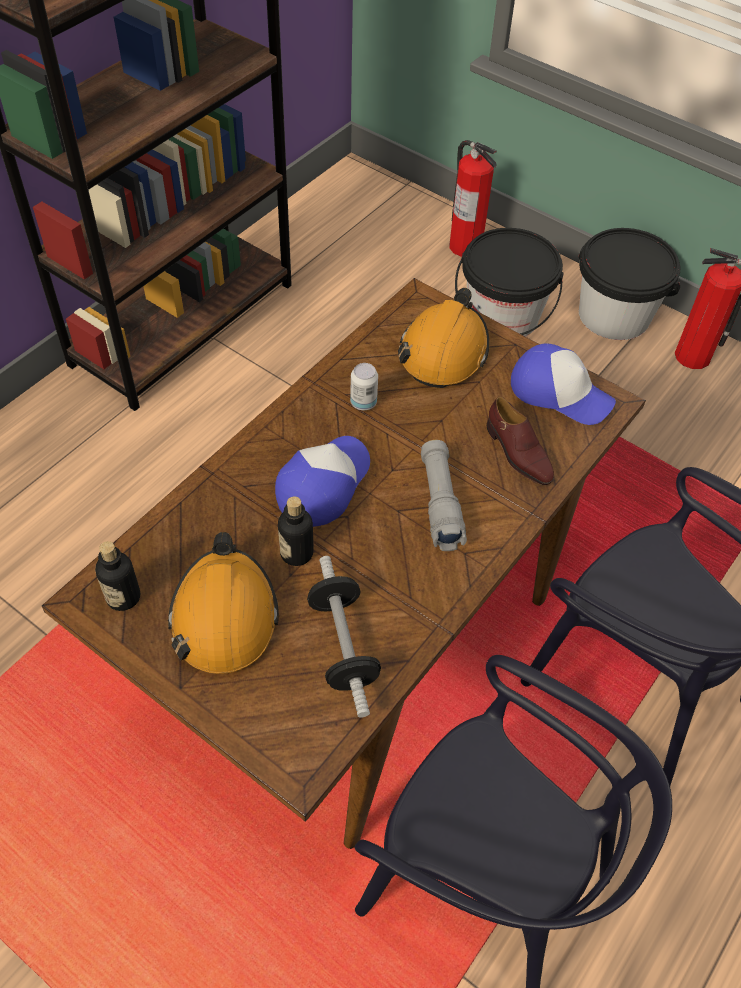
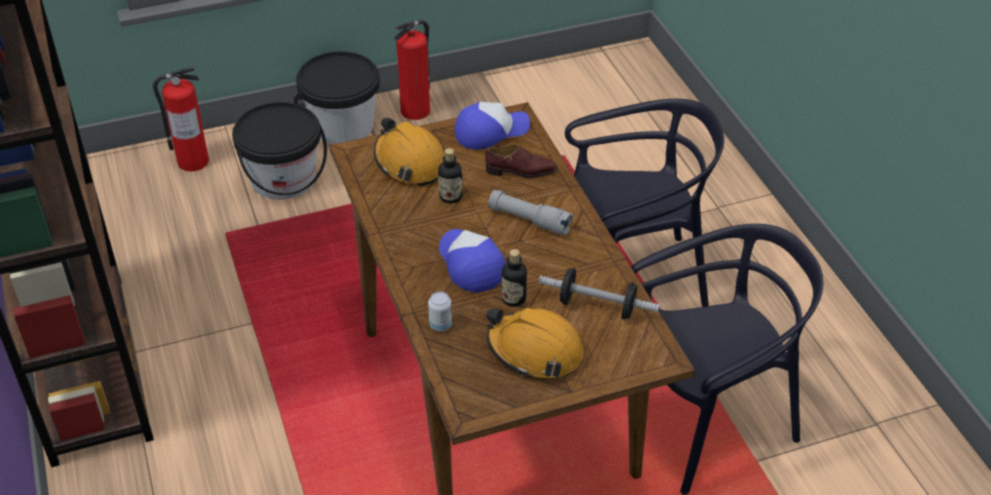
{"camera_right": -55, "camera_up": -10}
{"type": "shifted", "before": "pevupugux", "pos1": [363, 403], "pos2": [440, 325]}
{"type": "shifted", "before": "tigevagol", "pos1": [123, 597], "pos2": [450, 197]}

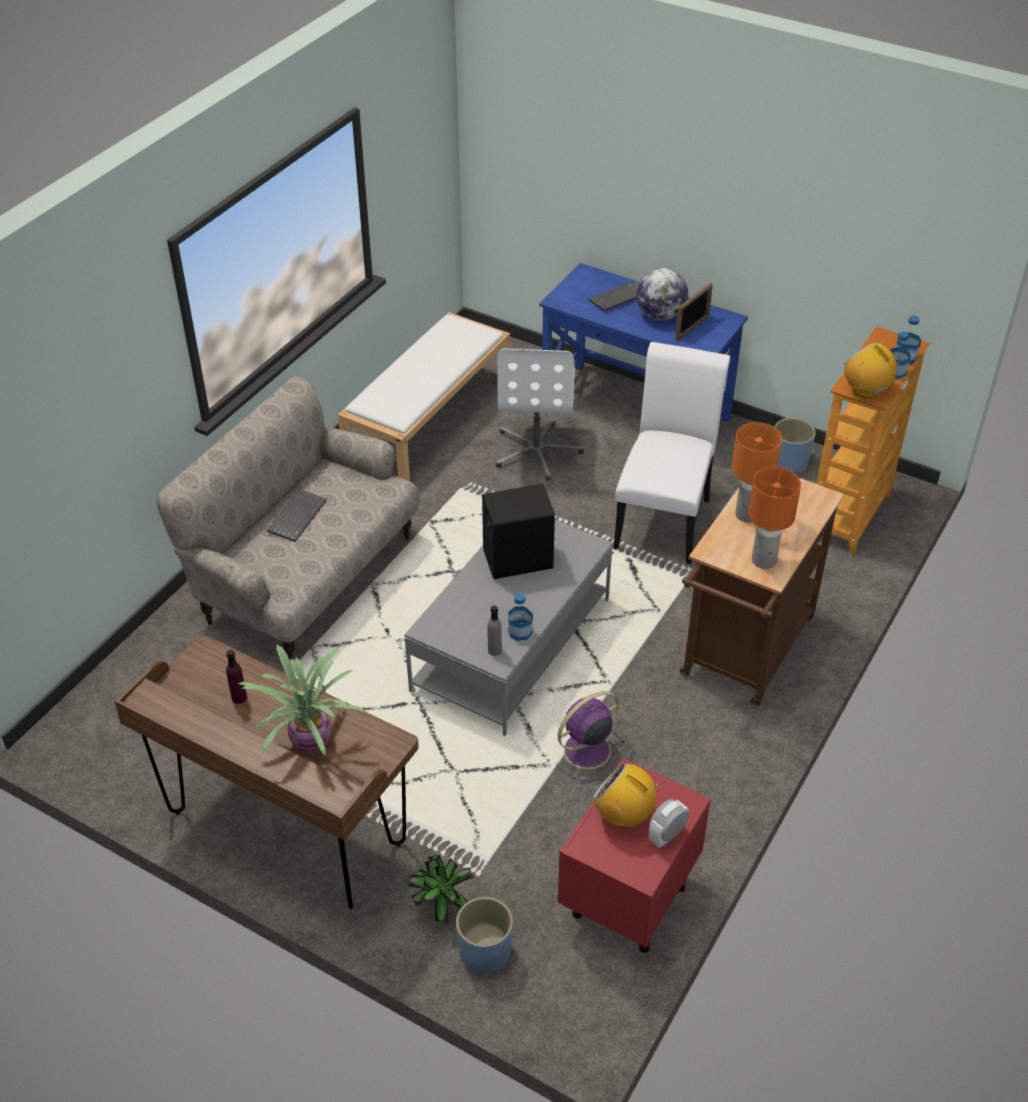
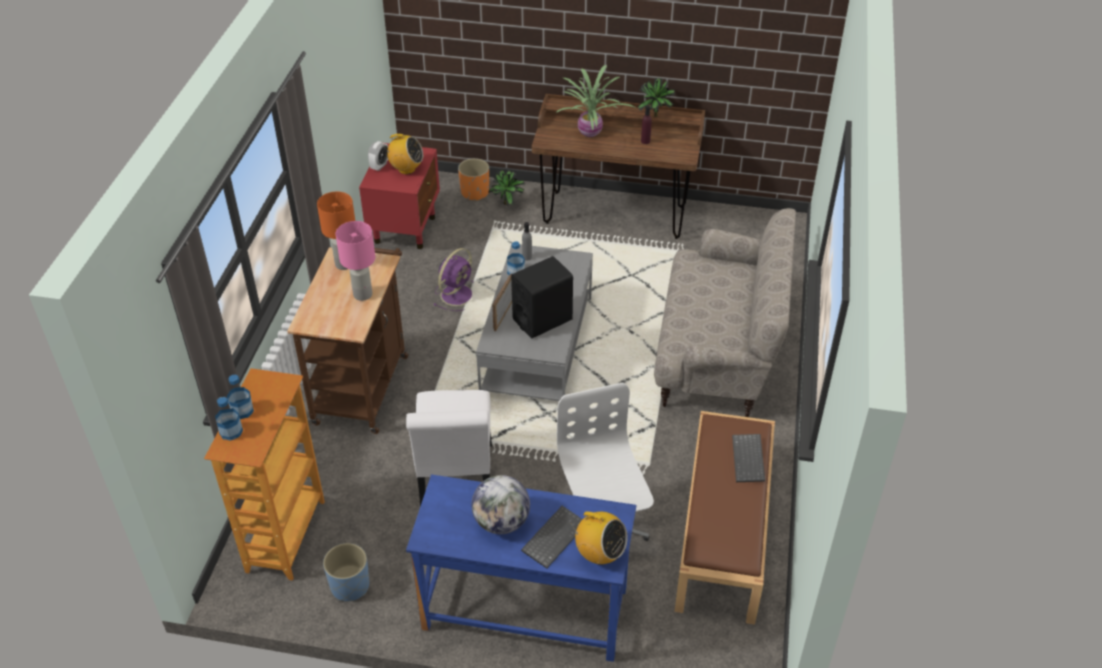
{"camera_right": 160, "camera_up": 0}
{"type": "shifted", "before": "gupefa", "pos1": [692, 328], "pos2": [503, 315]}
{"type": "repainted", "before": "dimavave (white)", "after": "dimavave (brown)", "pos1": [429, 421], "pos2": [724, 533]}
{"type": "shifted", "before": "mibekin", "pos1": [866, 390], "pos2": [599, 554]}
{"type": "repainted", "before": "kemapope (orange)", "after": "kemapope (pink)", "pos1": [747, 515], "pos2": [362, 294]}
{"type": "shifted", "before": "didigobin", "pos1": [296, 516], "pos2": [749, 460]}
{"type": "repainted", "before": "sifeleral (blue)", "after": "sifeleral (orange)", "pos1": [485, 951], "pos2": [475, 193]}
{"type": "new", "after": "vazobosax", "pos2": [655, 117]}

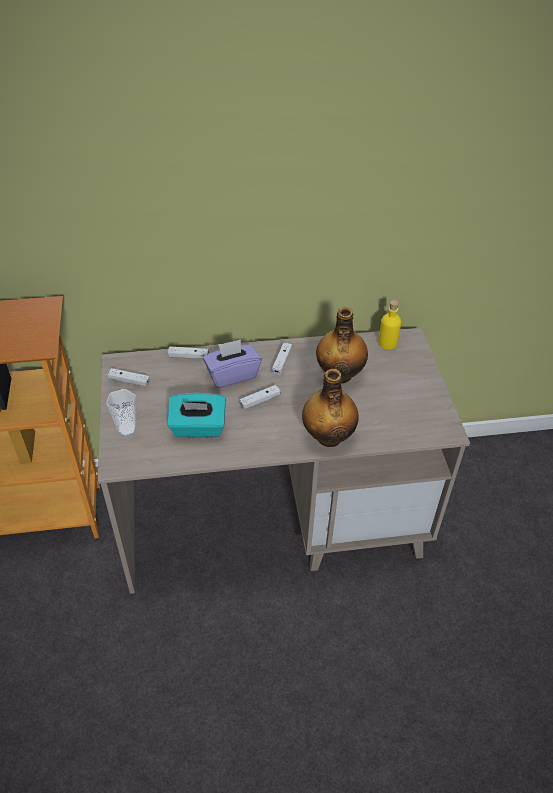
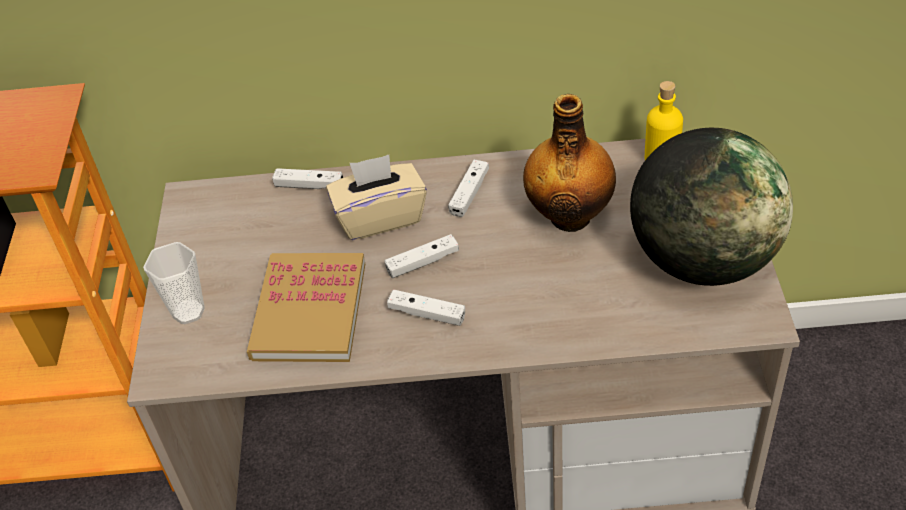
{"camera_right": 10, "camera_up": 0}
{"type": "repainted", "before": "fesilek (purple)", "after": "fesilek (beige)", "pos1": [232, 375], "pos2": [380, 217]}
{"type": "shifted", "before": "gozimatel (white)", "pos1": [129, 381], "pos2": [427, 314]}
{"type": "gone", "before": "tigevagol", "pos1": [328, 436]}
{"type": "swapped", "before": "fesilek (turquoise)", "after": "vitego", "pos1": [198, 428], "pos2": [309, 311]}
{"type": "new", "after": "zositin", "pos2": [702, 261]}

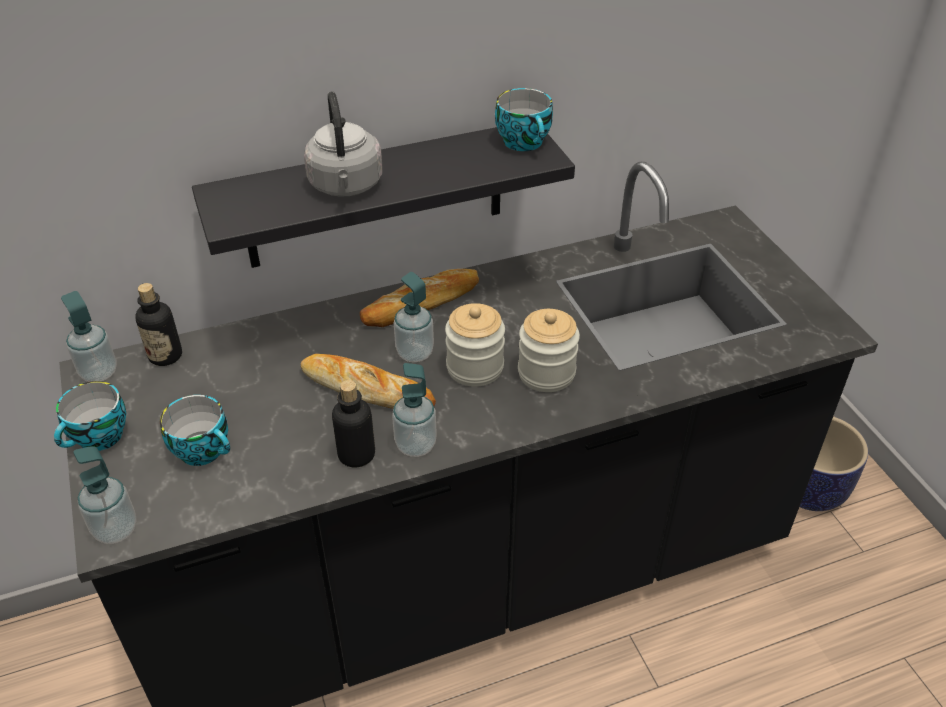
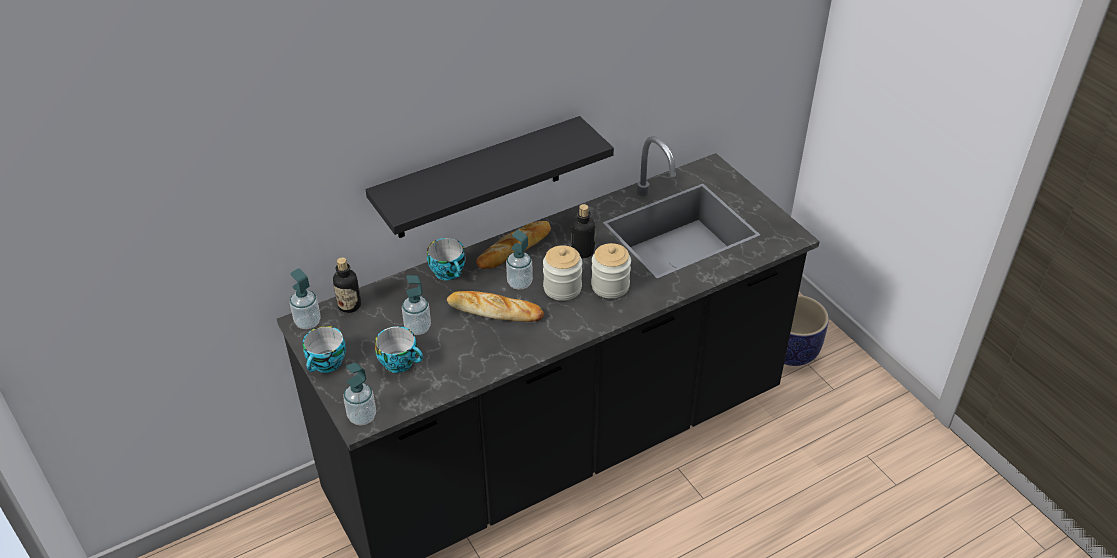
{"camera_right": -10, "camera_up": 0}
{"type": "shifted", "before": "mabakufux", "pos1": [525, 142], "pos2": [449, 272]}
{"type": "gone", "before": "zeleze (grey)", "pos1": [346, 186]}
{"type": "shifted", "before": "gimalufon", "pos1": [415, 445], "pos2": [418, 328]}
{"type": "shifted", "before": "tigevagol", "pos1": [356, 454], "pos2": [582, 251]}

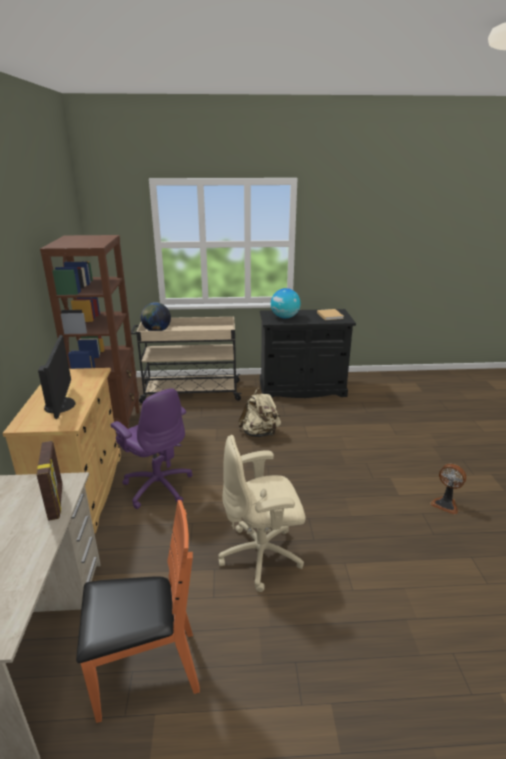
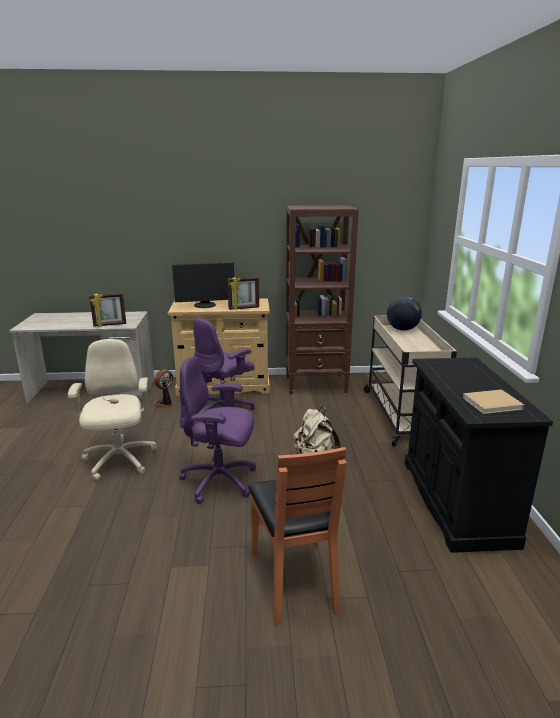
{"camera_right": 90, "camera_up": -5}
{"type": "gone", "before": "zositin", "pos1": [285, 317]}
{"type": "shifted", "before": "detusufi", "pos1": [445, 504], "pos2": [165, 404]}
{"type": "shifted", "before": "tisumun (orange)", "pos1": [146, 671], "pos2": [295, 579]}
{"type": "new", "after": "gupefa", "pos2": [244, 308]}
{"type": "new", "after": "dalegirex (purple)", "pos2": [220, 481]}

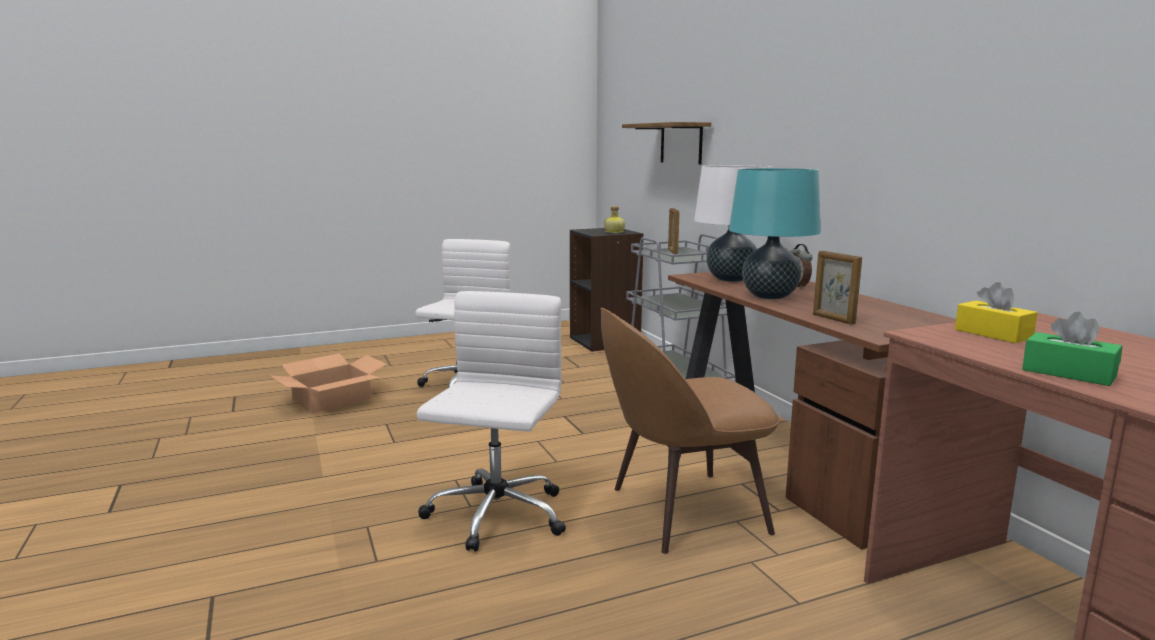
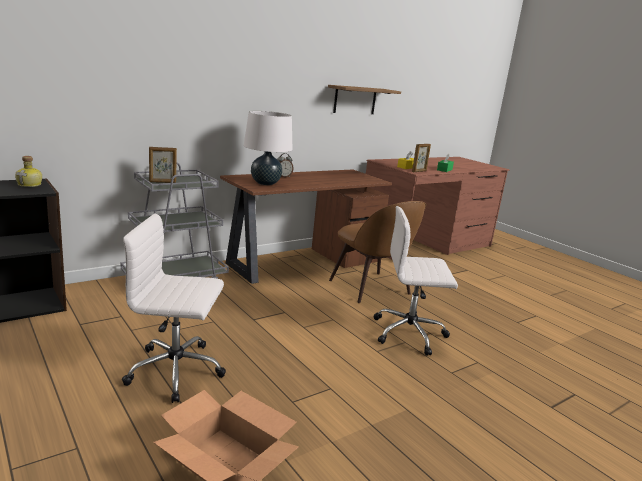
{"camera_right": -105, "camera_up": 5}
{"type": "shifted", "before": "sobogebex", "pos1": [681, 143], "pos2": [355, 100]}
{"type": "gone", "before": "kemapope (turquoise)", "pos1": [769, 296]}
{"type": "shifted", "before": "gupefa", "pos1": [833, 319], "pos2": [419, 171]}

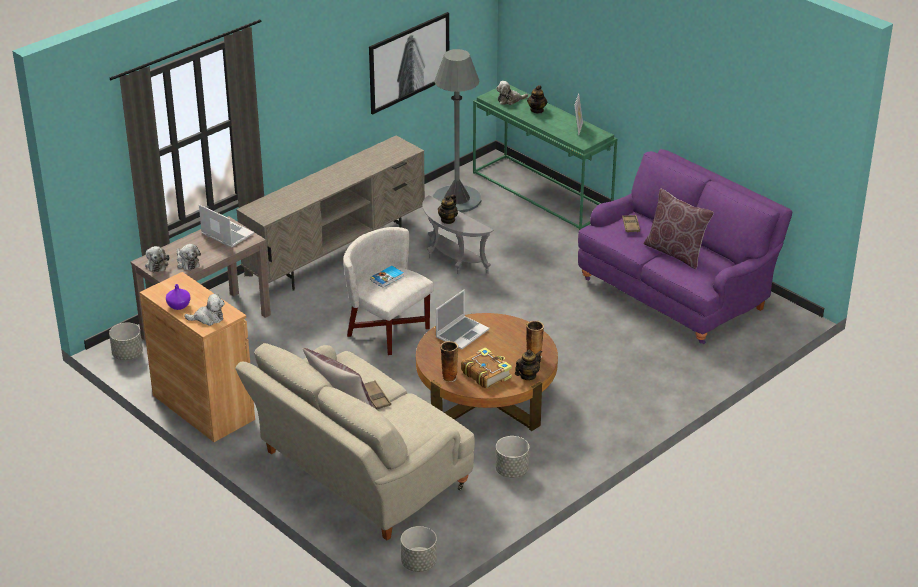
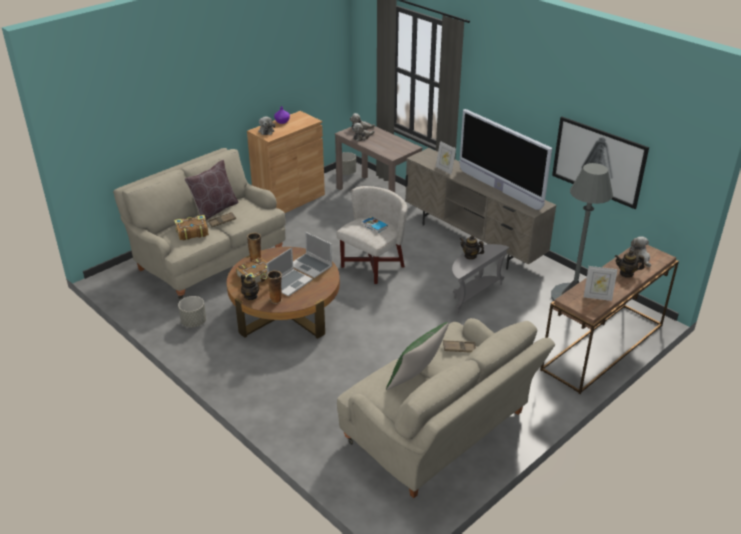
{"camera_right": 90, "camera_up": 0}
{"type": "repainted", "before": "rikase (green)", "after": "rikase (brown)", "pos1": [543, 192], "pos2": [603, 348]}
{"type": "repainted", "before": "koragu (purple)", "after": "koragu (beige)", "pos1": [677, 291], "pos2": [441, 432]}
{"type": "repainted", "before": "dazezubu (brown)", "after": "dazezubu (green)", "pos1": [675, 252], "pos2": [416, 378]}
{"type": "shifted", "before": "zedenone", "pos1": [226, 234], "pos2": [290, 283]}
{"type": "gone", "before": "sifeleral (grey)", "pos1": [419, 563]}
{"type": "new", "after": "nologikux", "pos2": [499, 190]}
{"type": "new", "after": "gupefa", "pos2": [445, 169]}
{"type": "new", "after": "vitego", "pos2": [192, 232]}

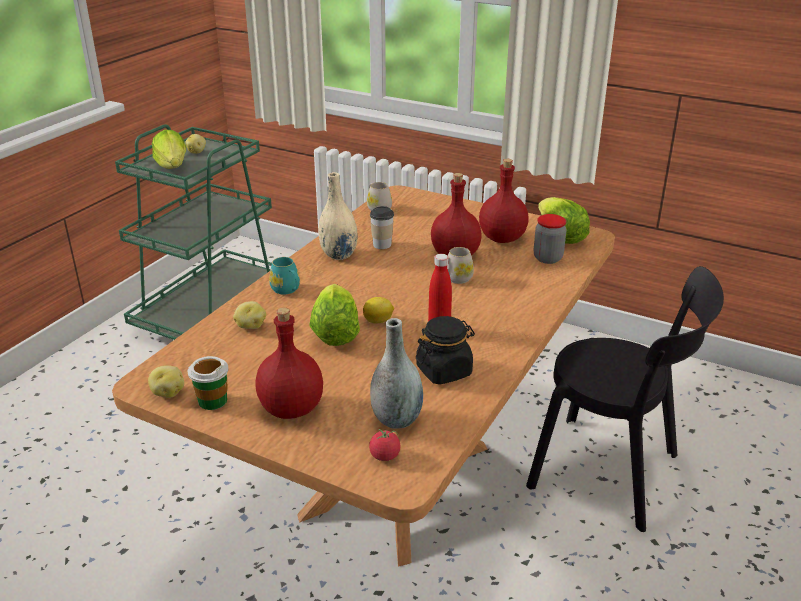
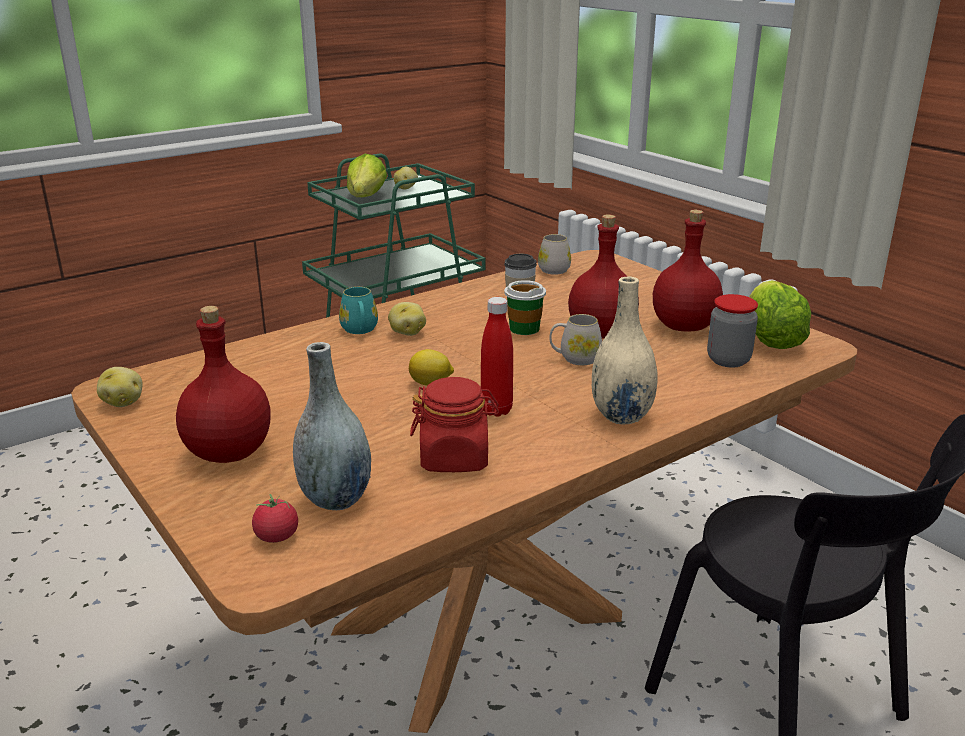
{"camera_right": 25, "camera_up": -5}
{"type": "shifted", "before": "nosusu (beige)", "pos1": [339, 255], "pos2": [621, 416]}
{"type": "gone", "before": "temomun", "pos1": [335, 333]}
{"type": "shifted", "before": "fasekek", "pos1": [250, 326], "pos2": [407, 333]}
{"type": "repainted", "before": "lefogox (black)", "after": "lefogox (red)", "pos1": [444, 371], "pos2": [455, 458]}
{"type": "shifted", "before": "mabakufux", "pos1": [212, 401], "pos2": [524, 329]}

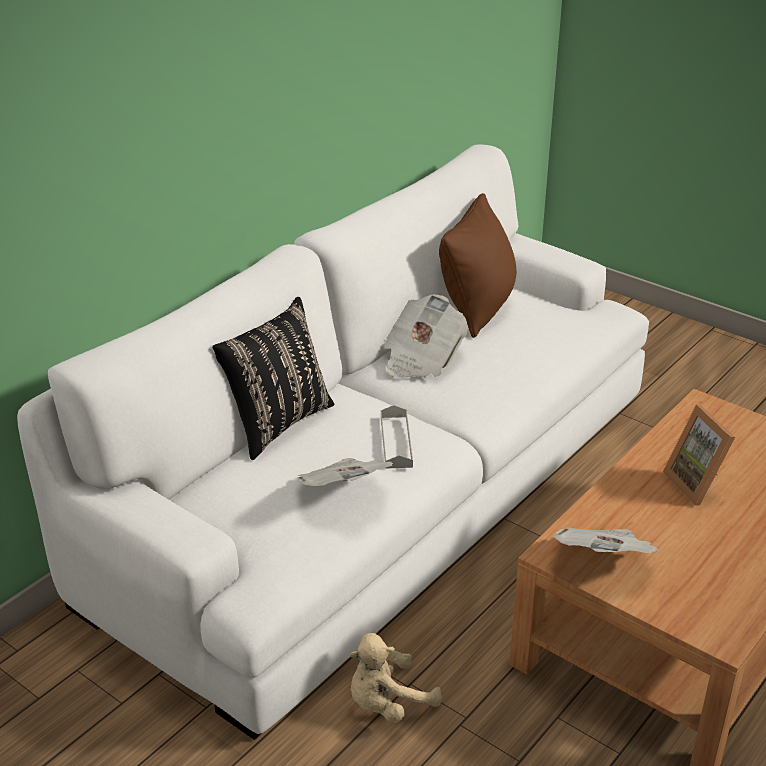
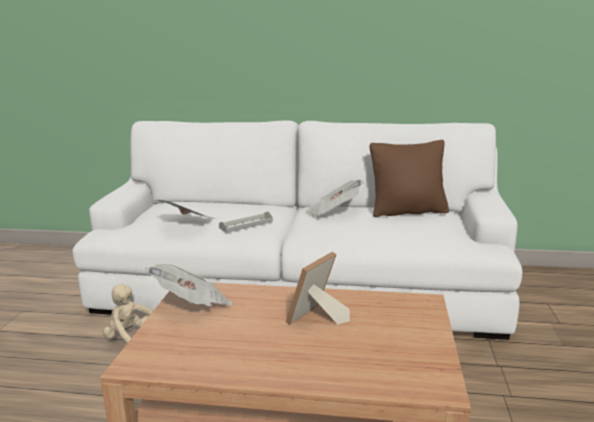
{"camera_right": 60, "camera_up": -15}
{"type": "gone", "before": "dazezubu (black)", "pos1": [277, 423]}

